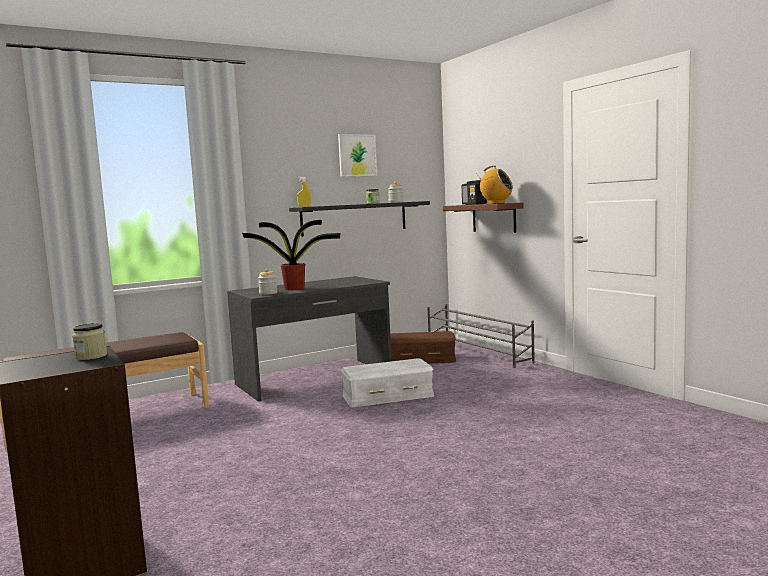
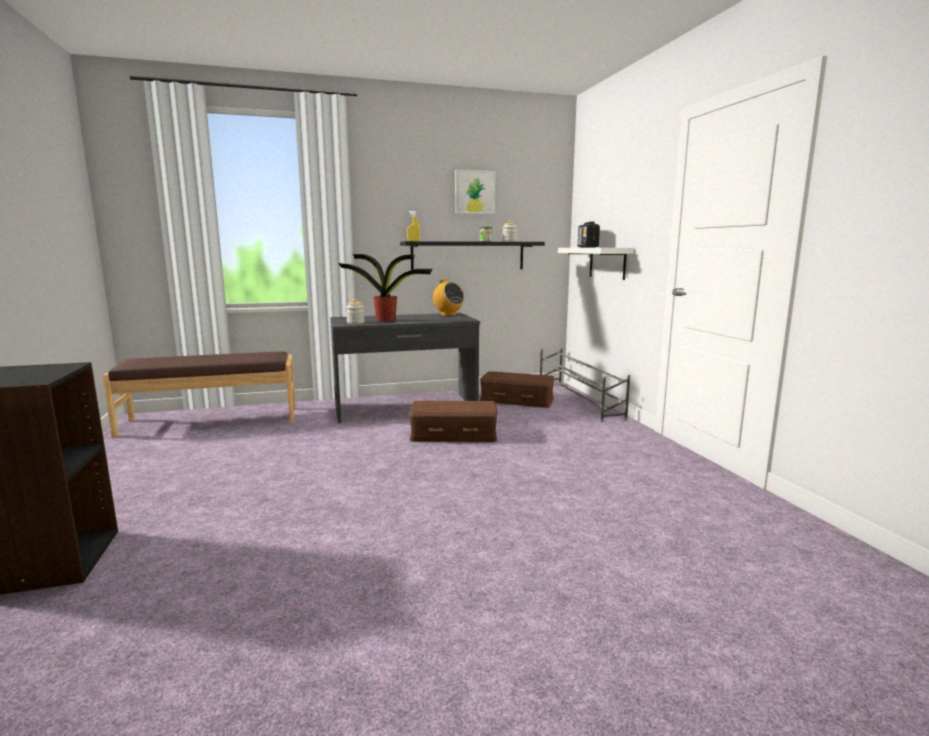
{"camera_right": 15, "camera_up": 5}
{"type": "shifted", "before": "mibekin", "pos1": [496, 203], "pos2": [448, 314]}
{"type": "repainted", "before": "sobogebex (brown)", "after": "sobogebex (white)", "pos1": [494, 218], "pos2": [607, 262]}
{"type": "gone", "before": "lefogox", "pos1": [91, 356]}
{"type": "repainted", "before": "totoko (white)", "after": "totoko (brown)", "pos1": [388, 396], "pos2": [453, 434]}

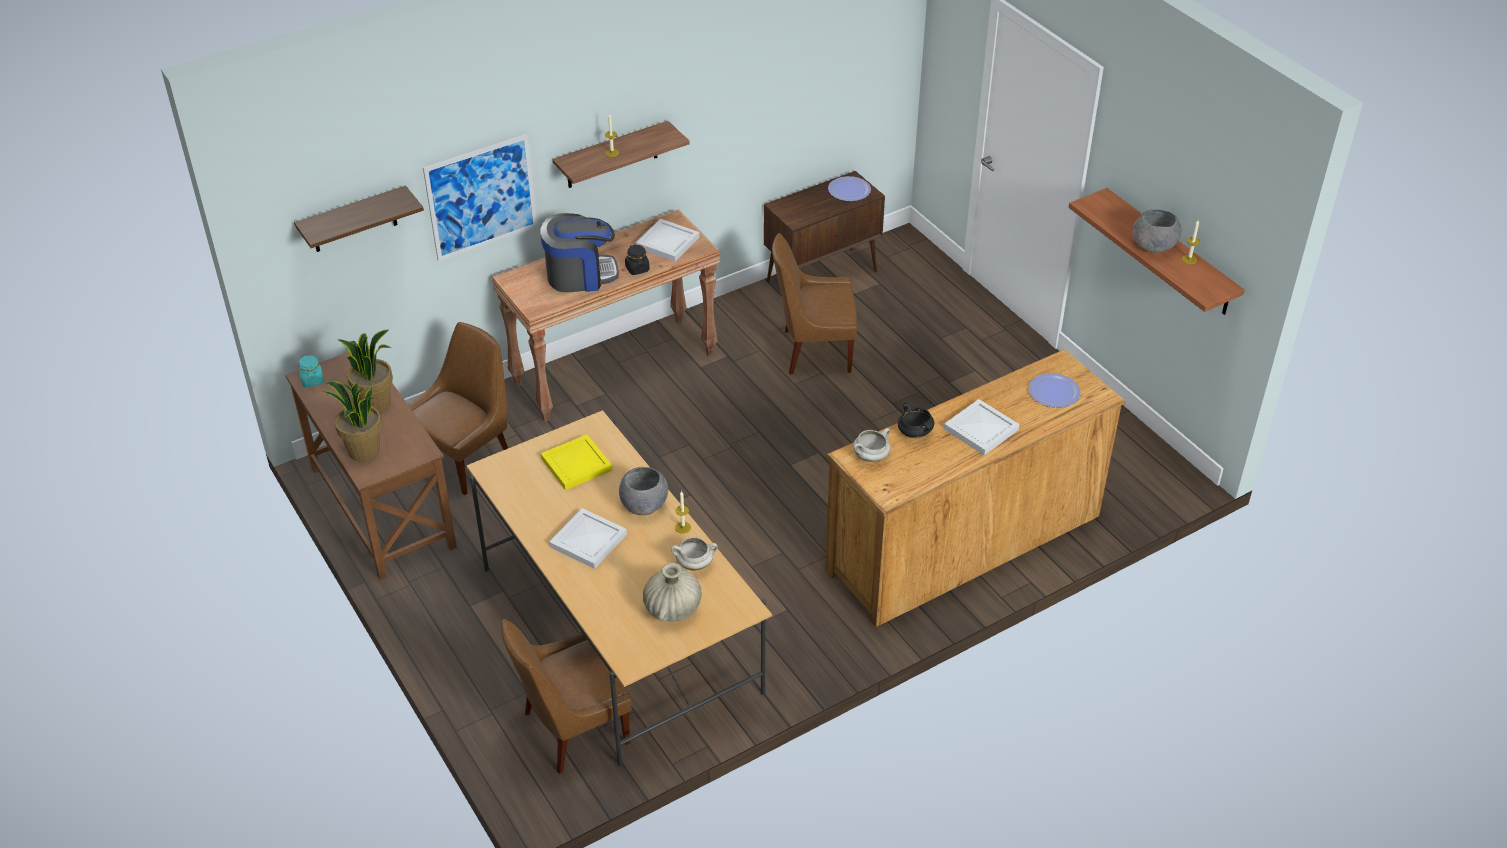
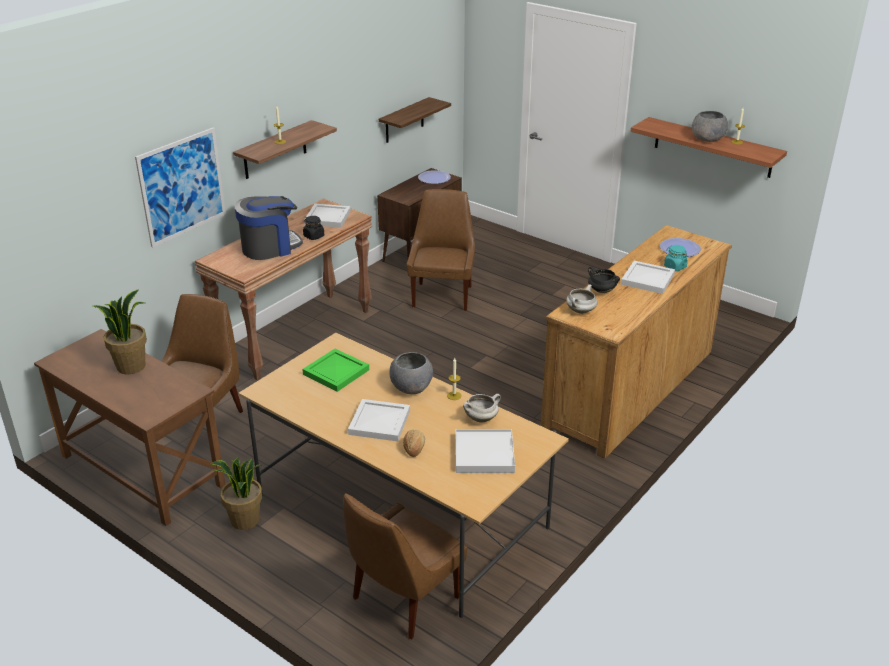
{"camera_right": -20, "camera_up": -10}
{"type": "shifted", "before": "sobogebex", "pos1": [353, 220], "pos2": [404, 120]}
{"type": "rotated", "before": "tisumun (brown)", "pos1": [813, 351], "pos2": [443, 295], "turn": 120}
{"type": "shifted", "before": "lefogox (turquoise)", "pos1": [312, 380], "pos2": [675, 267]}
{"type": "shifted", "before": "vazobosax", "pos1": [363, 451], "pos2": [245, 520]}
{"type": "repainted", "before": "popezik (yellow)", "after": "popezik (green)", "pos1": [577, 463], "pos2": [336, 371]}
{"type": "swapped", "before": "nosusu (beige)", "after": "popezik (white)", "pos1": [673, 608], "pos2": [484, 454]}
{"type": "new", "after": "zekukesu", "pos2": [414, 448]}

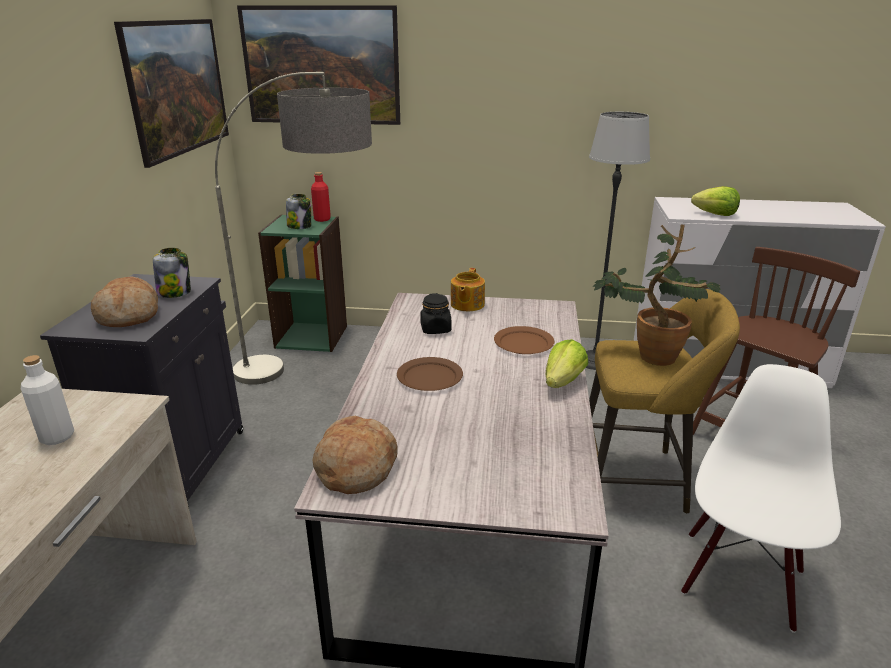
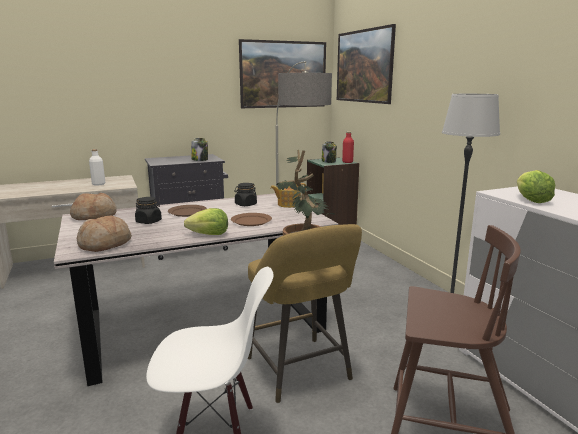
{"camera_right": 60, "camera_up": -10}
{"type": "shifted", "before": "zekukesu", "pos1": [129, 315], "pos2": [105, 244]}
{"type": "new", "after": "lefogox (black)", "pos2": [149, 221]}

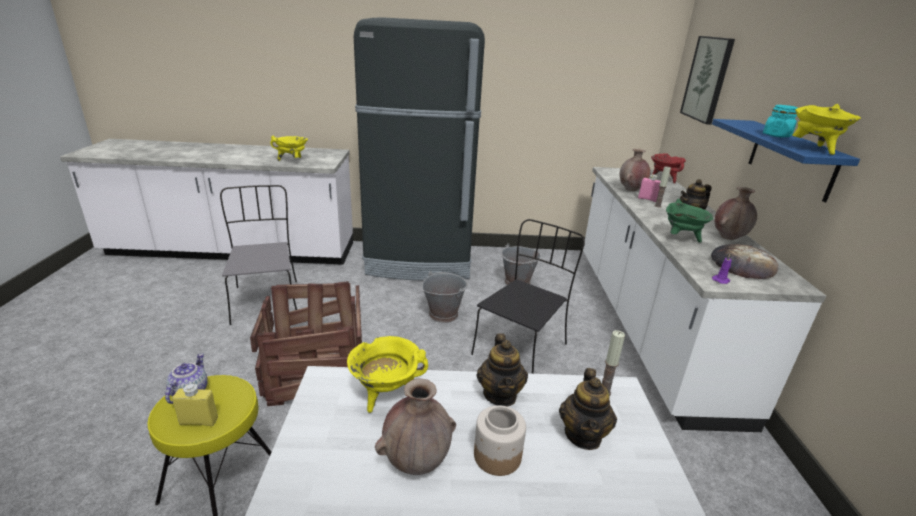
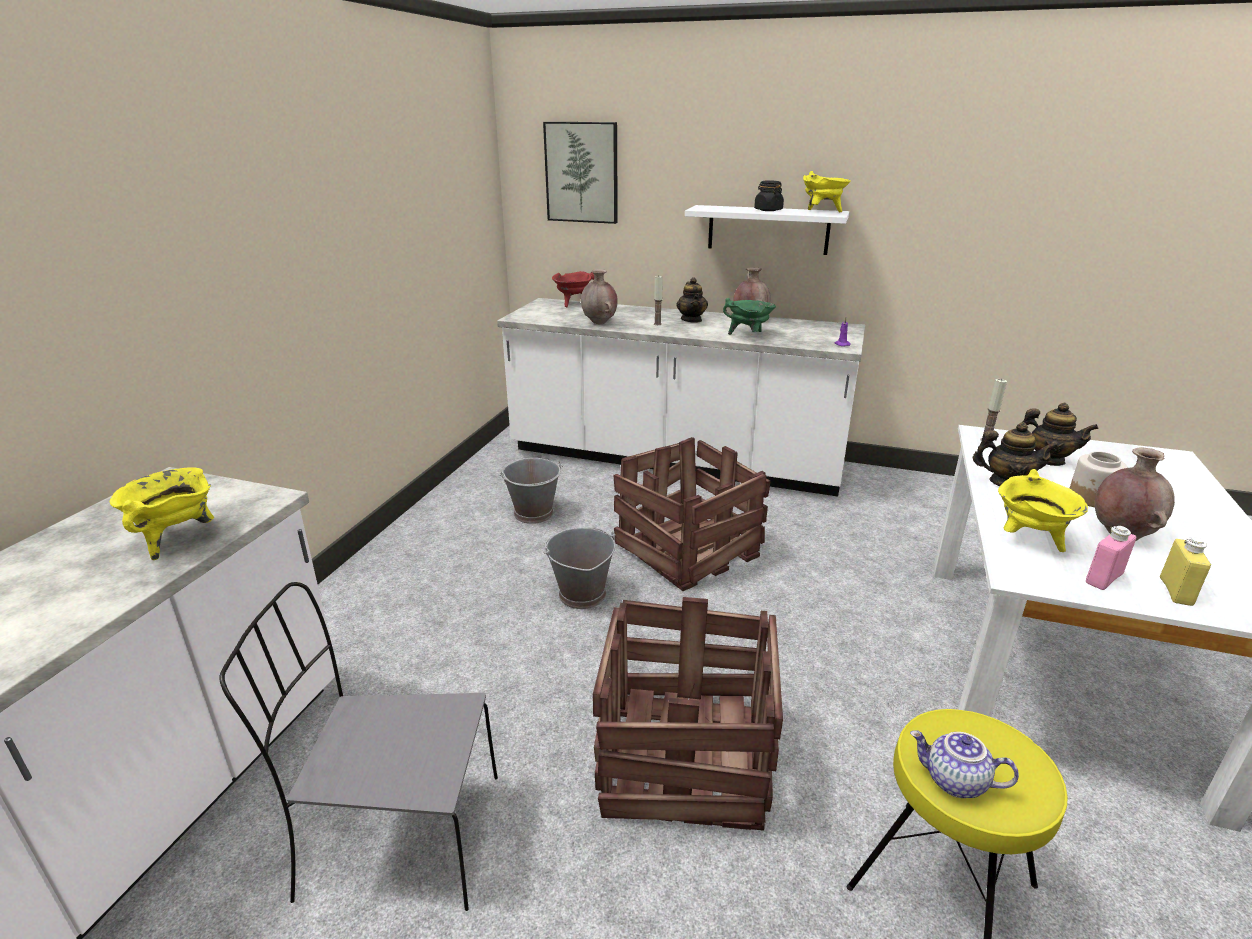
{"camera_right": -70, "camera_up": 0}
{"type": "gone", "before": "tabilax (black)", "pos1": [420, 261]}
{"type": "repainted", "before": "lefogox (turquoise)", "after": "lefogox (black)", "pos1": [776, 135], "pos2": [768, 210]}
{"type": "repainted", "before": "sobogebex (blue)", "after": "sobogebex (white)", "pos1": [791, 159], "pos2": [768, 229]}
{"type": "shifted", "before": "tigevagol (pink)", "pos1": [648, 199], "pos2": [1103, 579]}
{"type": "swapped", "before": "tisumun (black)", "after": "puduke", "pos1": [521, 348], "pos2": [689, 548]}
{"type": "gone", "before": "zekukesu", "pos1": [742, 265]}
{"type": "shifted", "before": "tigevagol (yellow)", "pos1": [199, 421], "pos2": [1175, 591]}

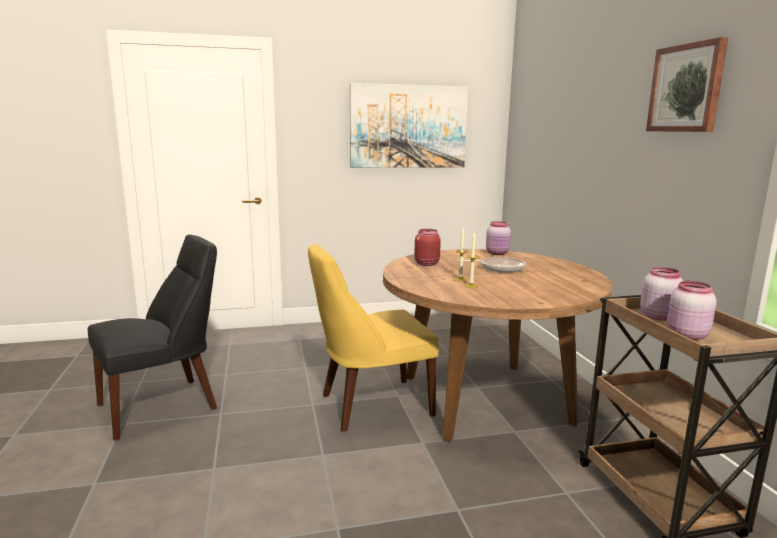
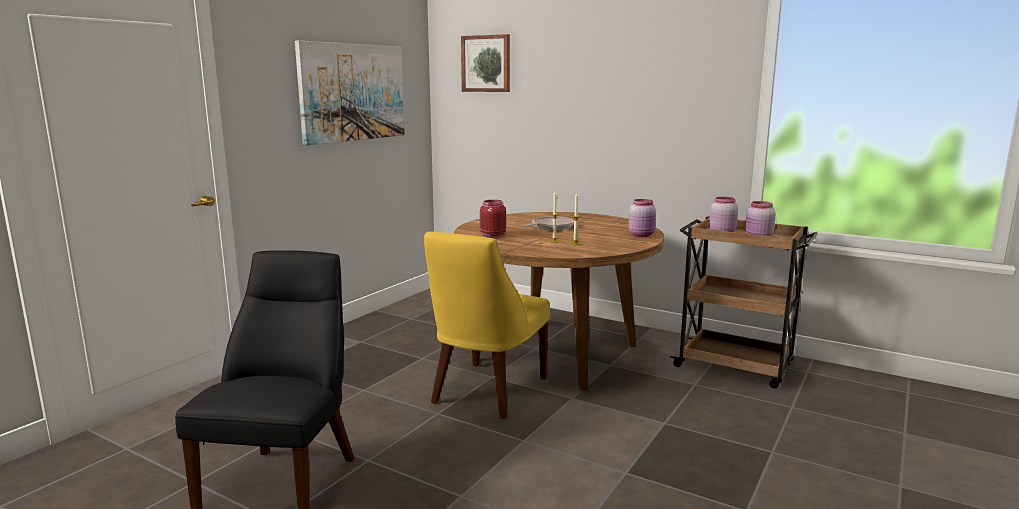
{"camera_right": -45, "camera_up": 0}
{"type": "shifted", "before": "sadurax", "pos1": [686, 88], "pos2": [486, 63]}
{"type": "shifted", "before": "lefogox (pink)", "pos1": [497, 253], "pos2": [642, 235]}

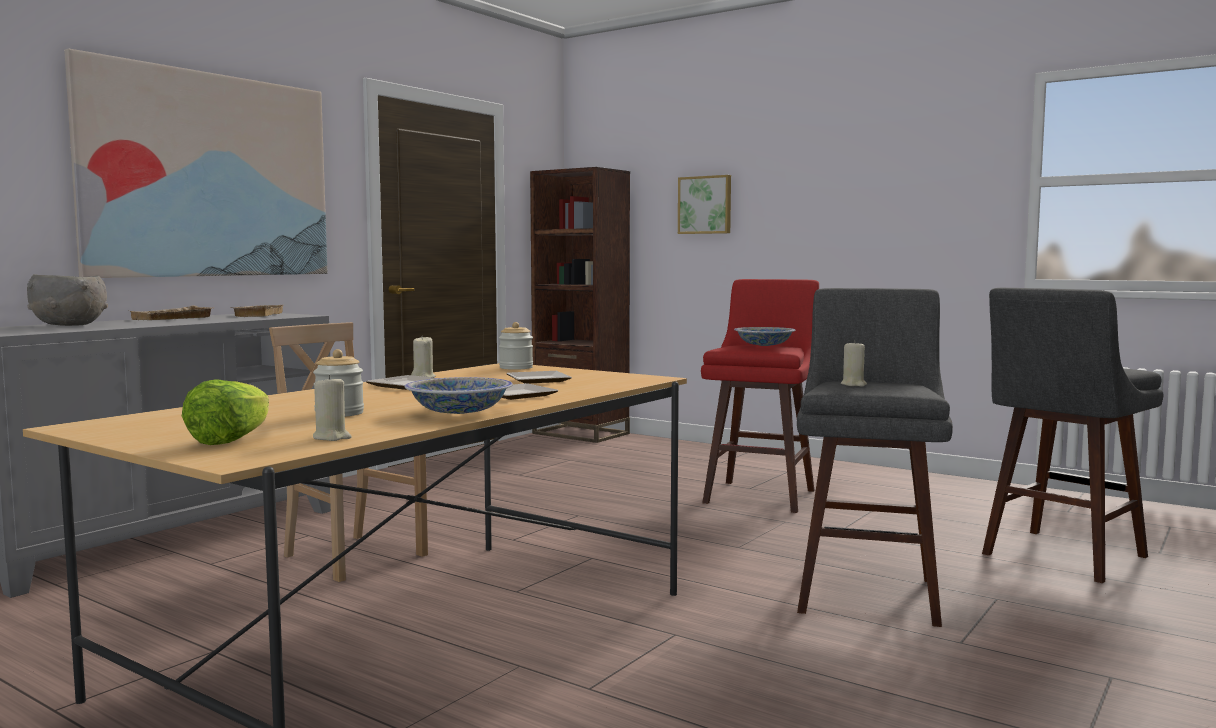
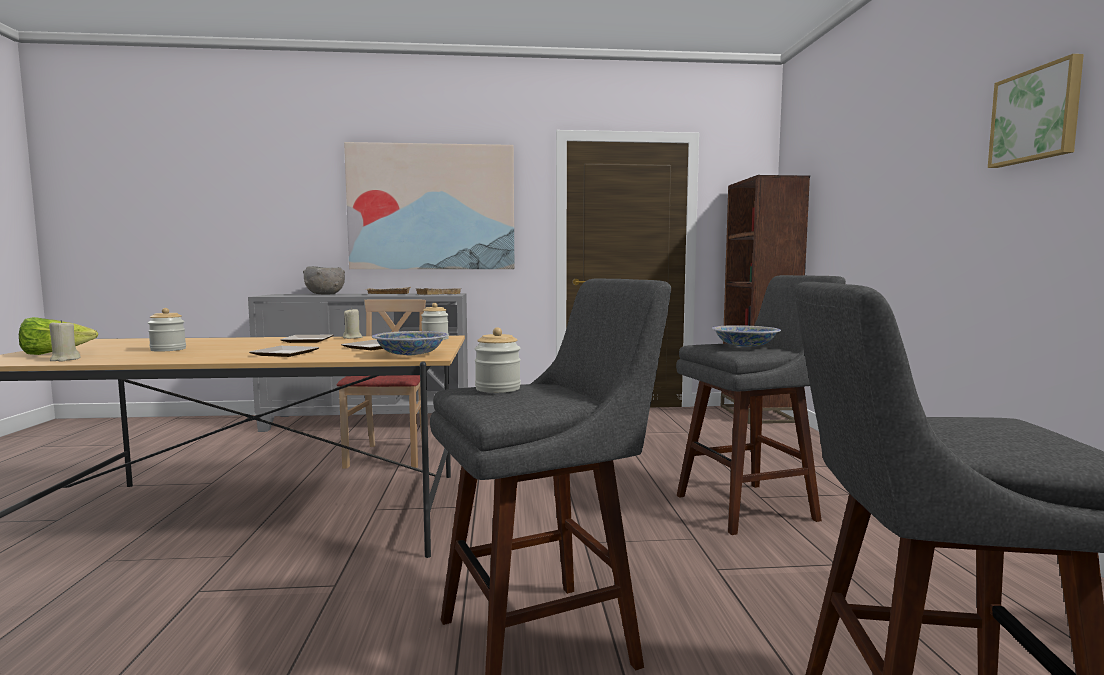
{"camera_right": 50, "camera_up": 0}
{"type": "shifted", "before": "sadurax", "pos1": [705, 205], "pos2": [1036, 115]}
{"type": "repainted", "before": "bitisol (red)", "after": "bitisol (grey)", "pos1": [761, 495], "pos2": [751, 506]}
{"type": "swapped", "before": "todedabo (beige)", "after": "lefogox", "pos1": [853, 384], "pos2": [498, 389]}
{"type": "shifted", "before": "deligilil", "pos1": [459, 412], "pos2": [410, 354]}

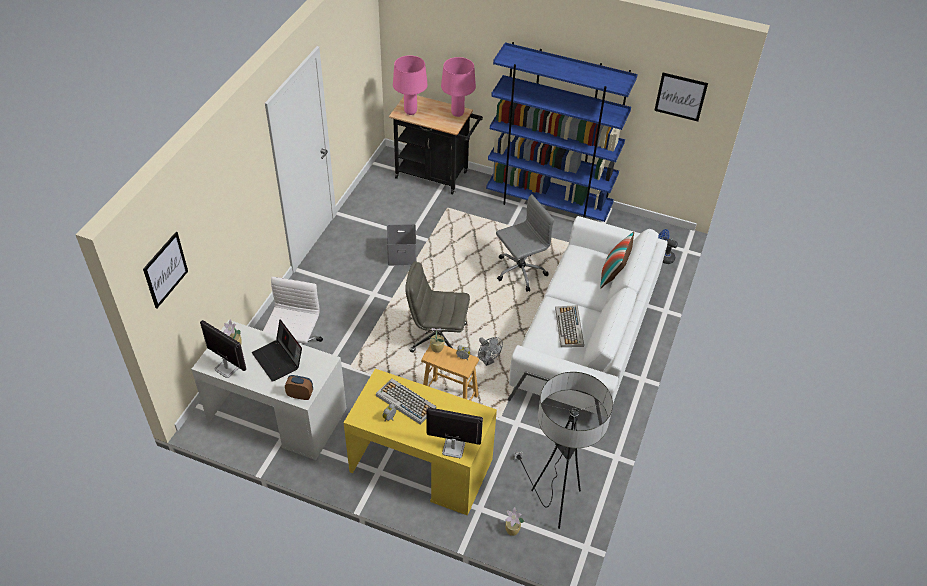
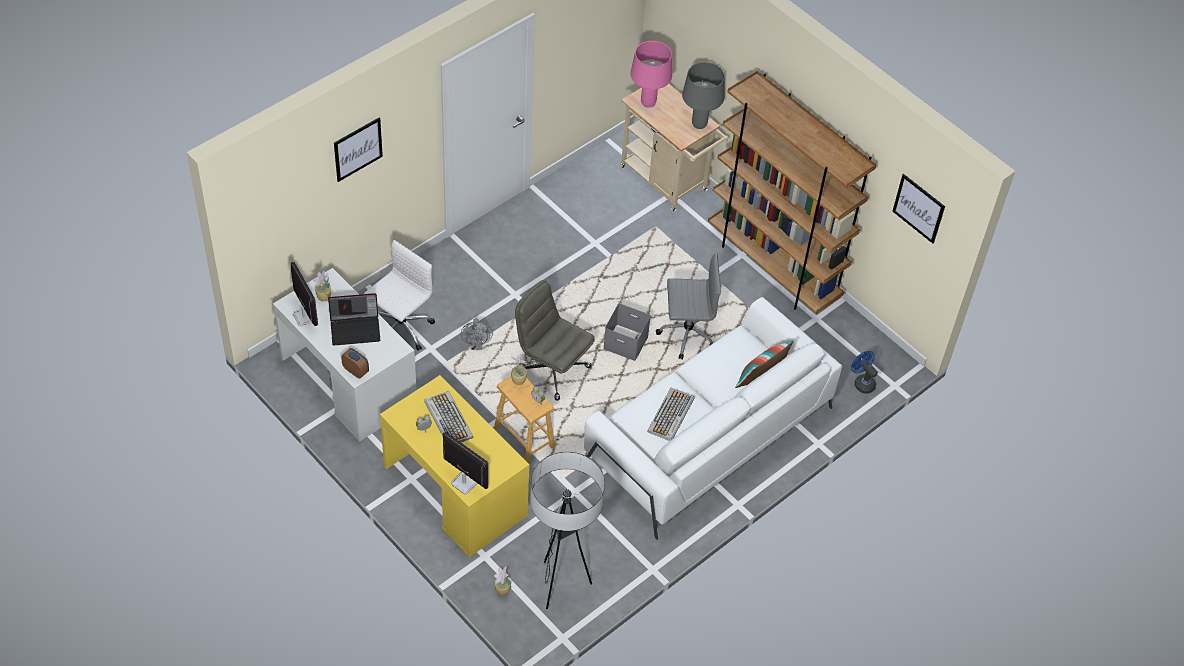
{"camera_right": 25, "camera_up": 5}
{"type": "repainted", "before": "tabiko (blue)", "after": "tabiko (brown)", "pos1": [548, 205], "pos2": [773, 267]}
{"type": "repainted", "before": "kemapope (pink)", "after": "kemapope (grey)", "pos1": [457, 114], "pos2": [699, 124]}
{"type": "repainted", "before": "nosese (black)", "after": "nosese (beige)", "pos1": [436, 176], "pos2": [667, 182]}
{"type": "shifted", "before": "totoko (grey)", "pos1": [402, 254], "pos2": [626, 342]}
{"type": "shifted", "before": "sadurax", "pos1": [165, 270], "pos2": [358, 149]}
{"type": "rotated", "before": "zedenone", "pos1": [279, 360], "pos2": [356, 328], "turn": -90}
{"type": "shifted", "before": "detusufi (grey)", "pos1": [487, 361], "pos2": [477, 345]}

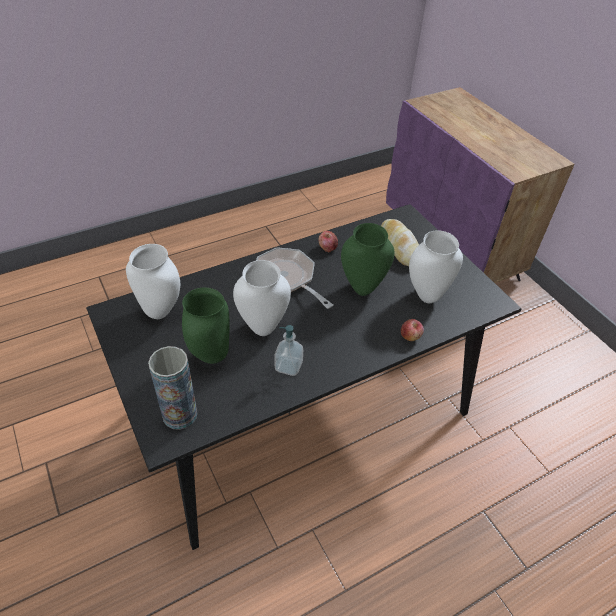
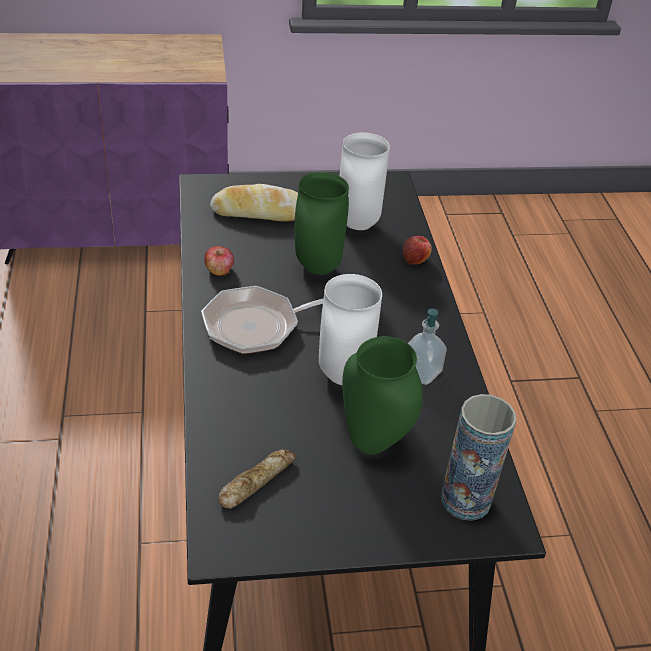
{"camera_right": -70, "camera_up": -5}
{"type": "swapped", "before": "nosusu (white)", "after": "zekukesu", "pos1": [160, 312], "pos2": [255, 481]}

